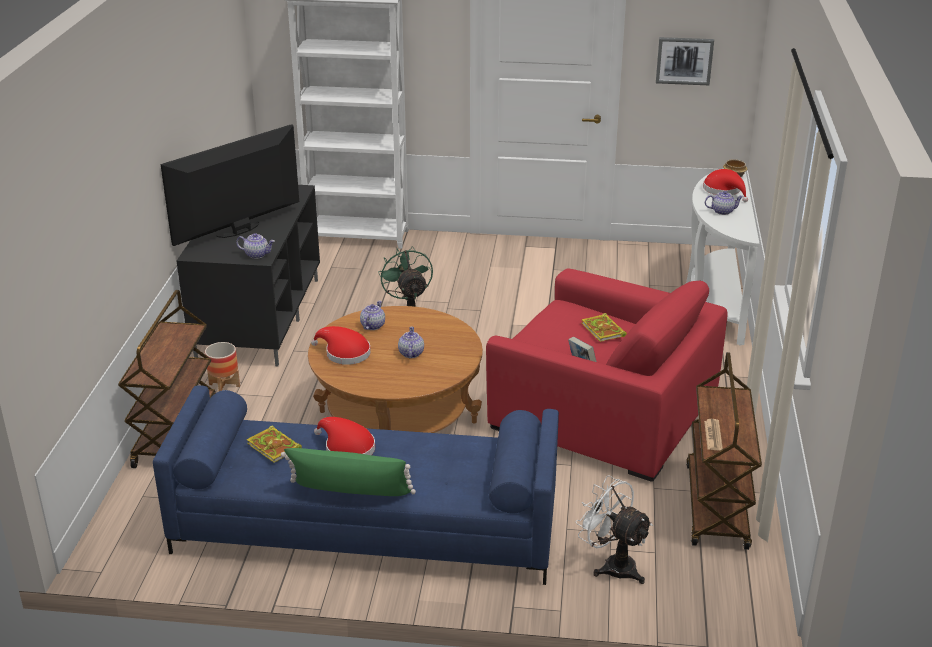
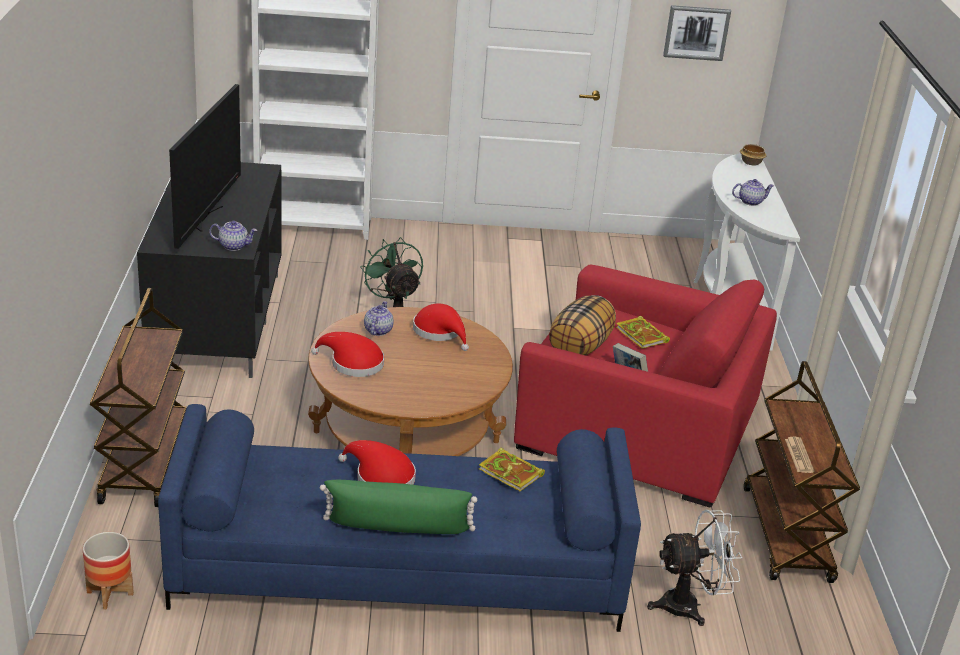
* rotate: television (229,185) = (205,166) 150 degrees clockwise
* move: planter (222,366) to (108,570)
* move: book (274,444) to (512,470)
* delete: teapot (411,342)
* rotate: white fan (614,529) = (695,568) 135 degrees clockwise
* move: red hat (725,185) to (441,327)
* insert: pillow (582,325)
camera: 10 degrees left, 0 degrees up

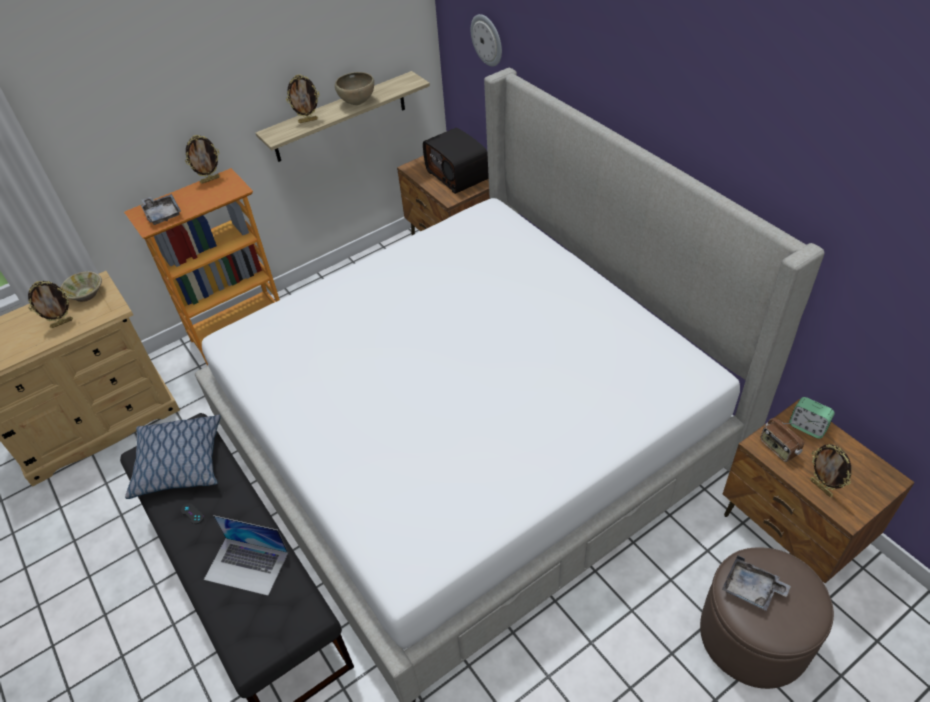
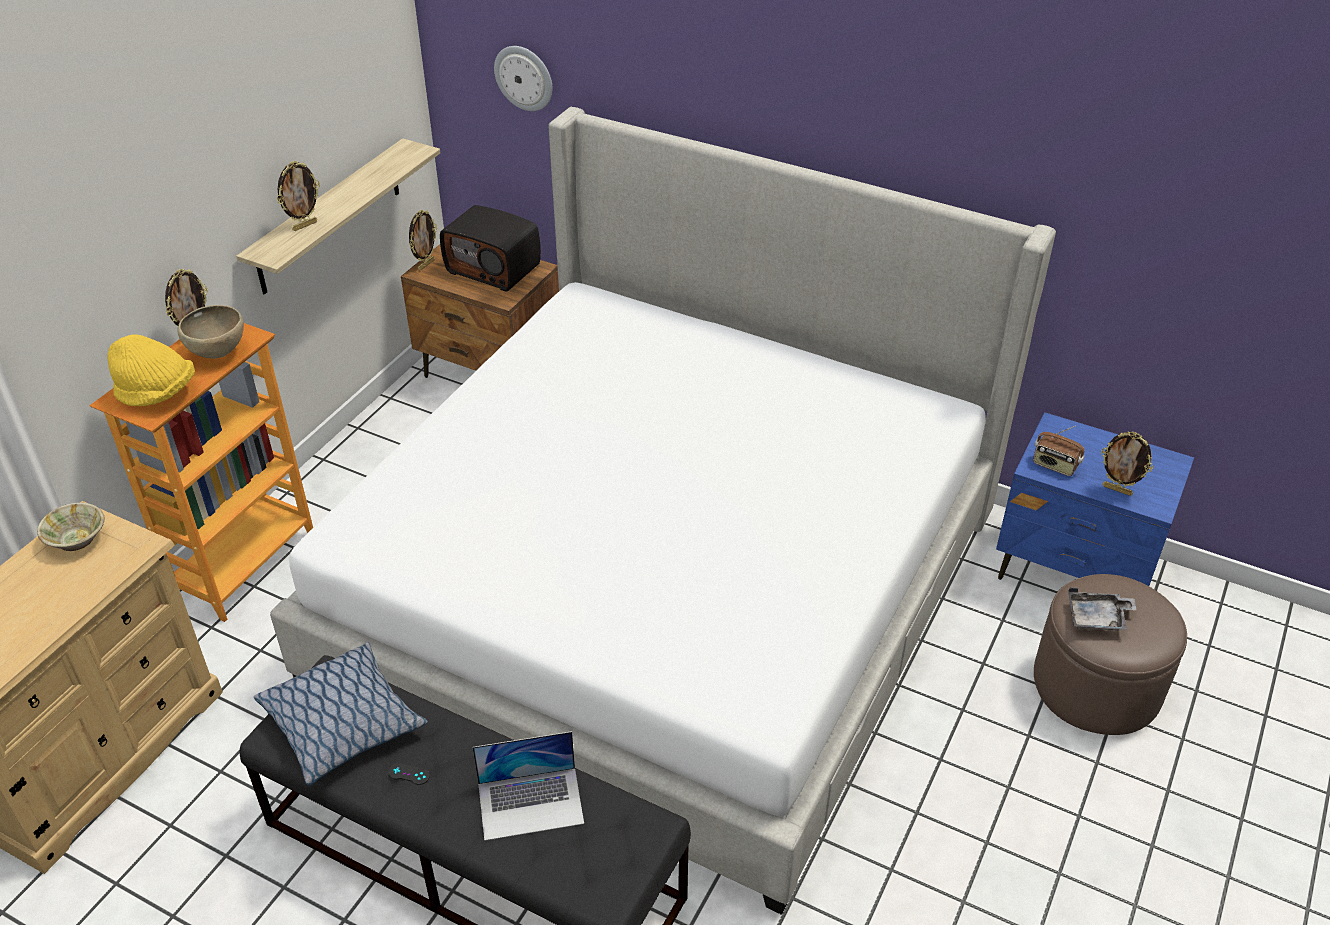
* move: picture frame (50,304) to (423,240)
* replace: grey tray (161,209) to yellow hat (151,370)
* move: brown bowl (354,88) to (211,332)
* recolor: brown nightstand (819,491) to blue nightstand (1095,499)
* delete: alarm clock (812,418)
camera: 30 degrees left, 5 degrees down

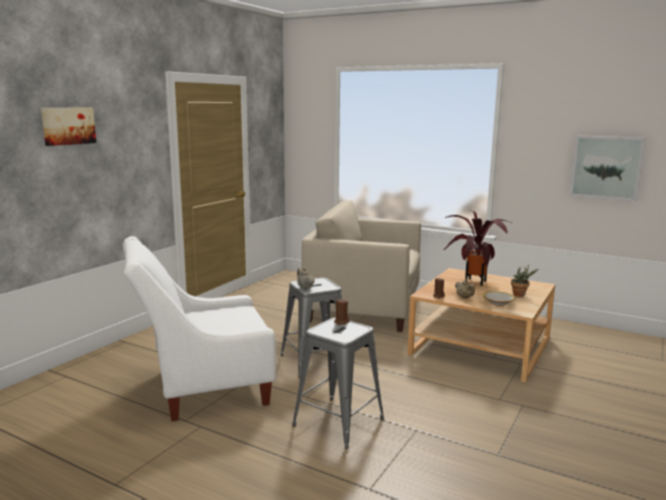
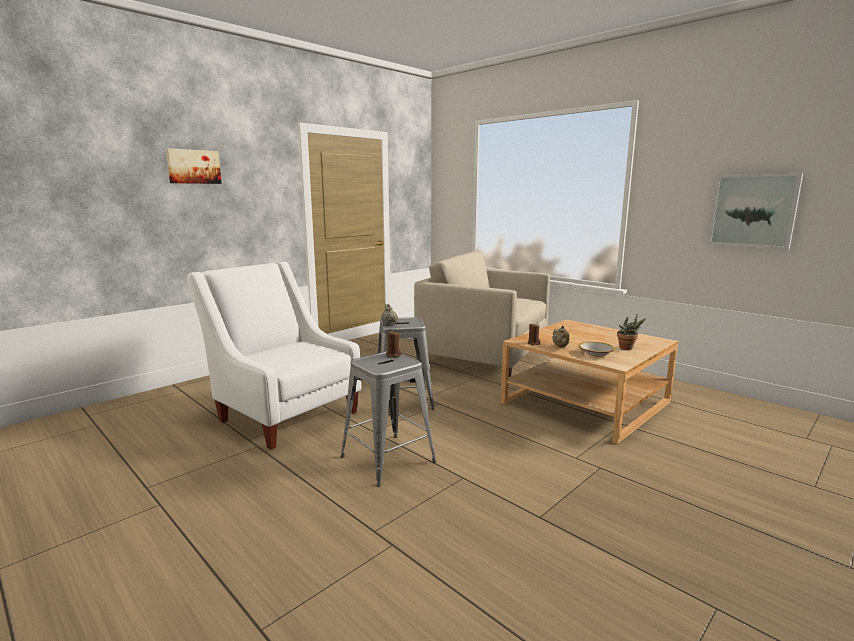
* rotate: white armchair (199,328) = (274,356) 45 degrees clockwise
* delete: potted plant (478,248)
camera: 15 degrees right, 0 degrees up

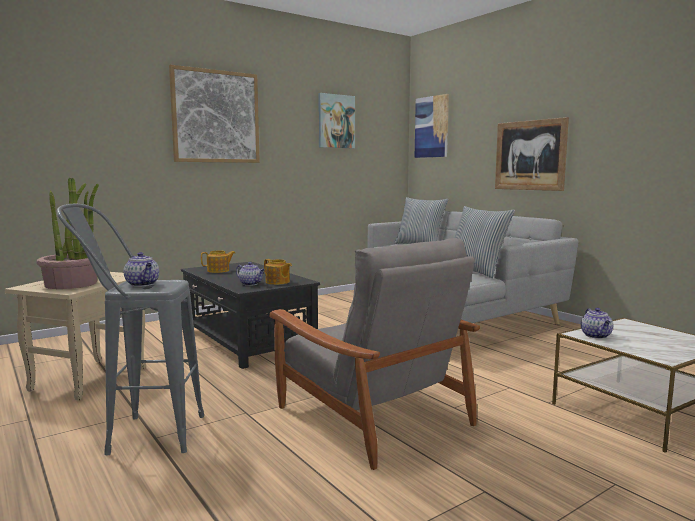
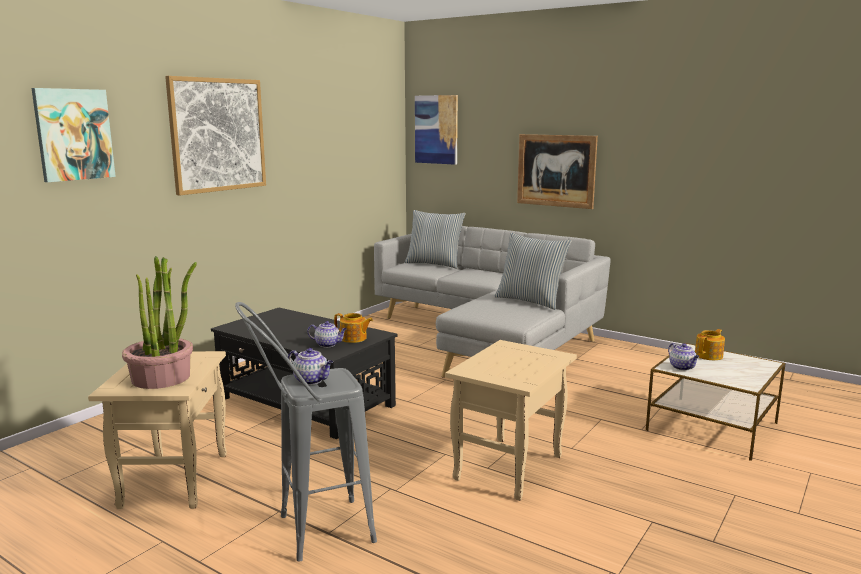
* move: teapot (218,261) to (710,344)
* replace: grey armchair (374,354) to beige side table (511,420)
* move: picture (336,120) to (73,135)
camera: 20 degrees left, 5 degrees up

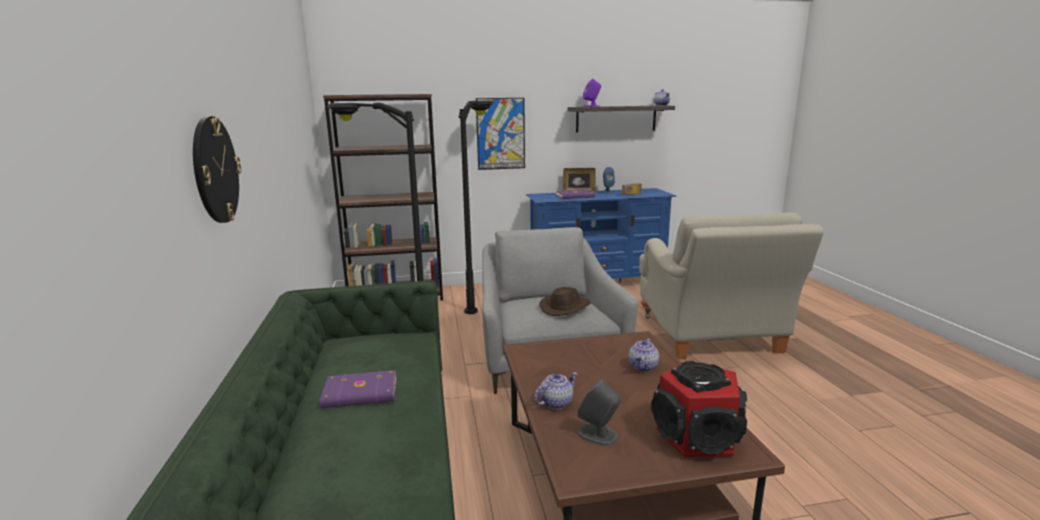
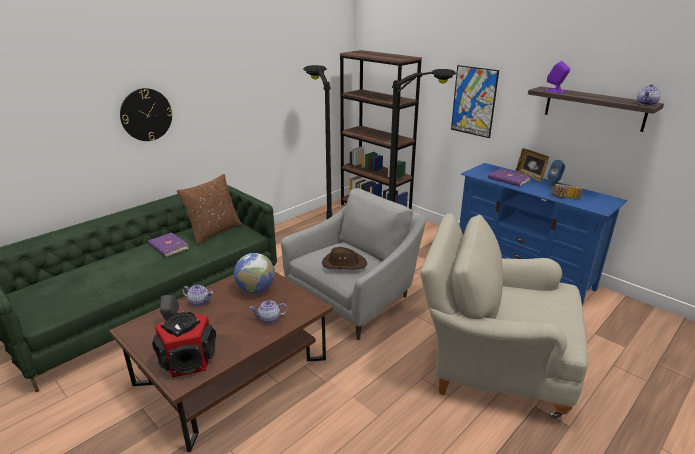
* rotate: beige armchair (731,285) = (504,316) 60 degrees clockwise
* insert: brown pillow (209,209)
* insert: globe (254,273)
camera: 55 degrees right, 10 degrees up

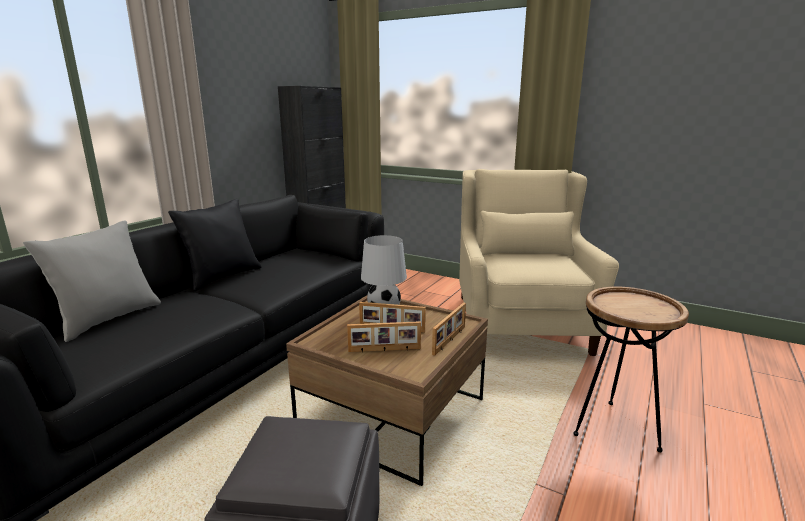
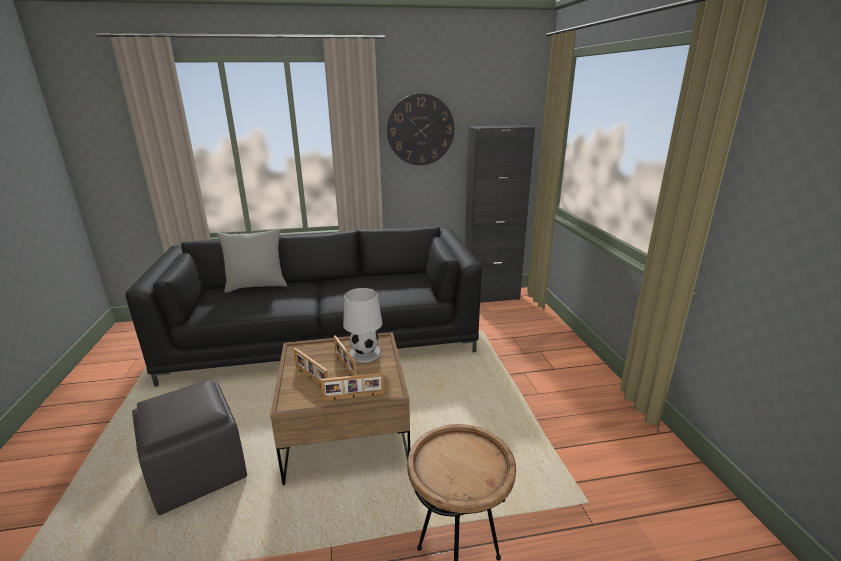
* delete: black pillow (214,245)
* delete: beige armchair (539,262)
* insert: wall clock (420,129)
camera: 50 degrees right, 5 degrees up

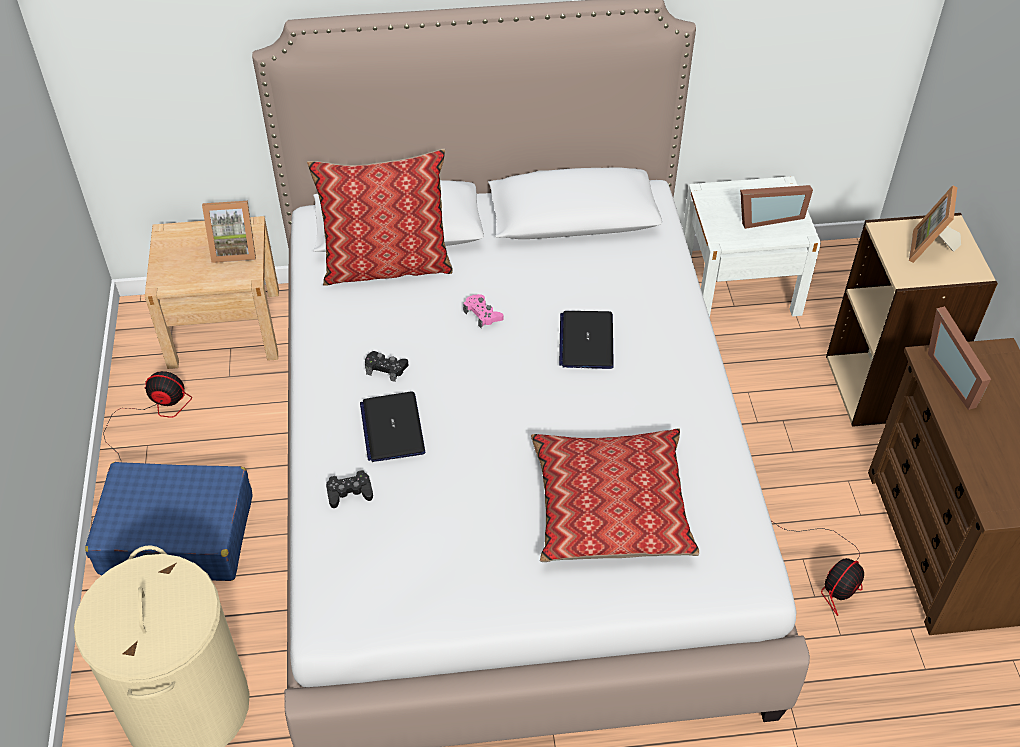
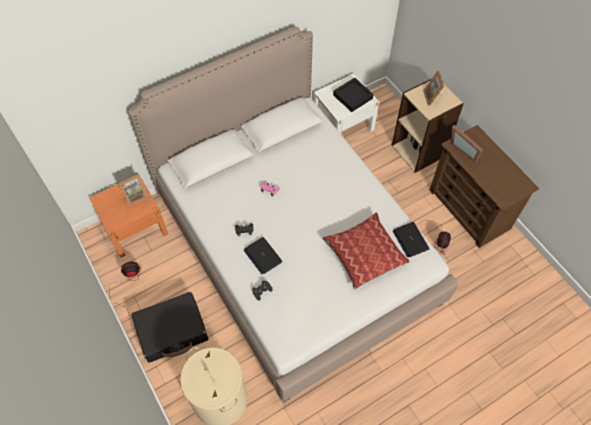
* recolor: blue suitcase (169,521) to black suitcase (169,327)
* recolor: beige nightstand (212,292) to orange nightstand (128,216)
* delete: pillow (380,217)
* move: laptop (586,340) to (411,239)
* replace: picture frame (776,207) to black tray (353,95)
camera: 25 degrees left, 10 degrees up

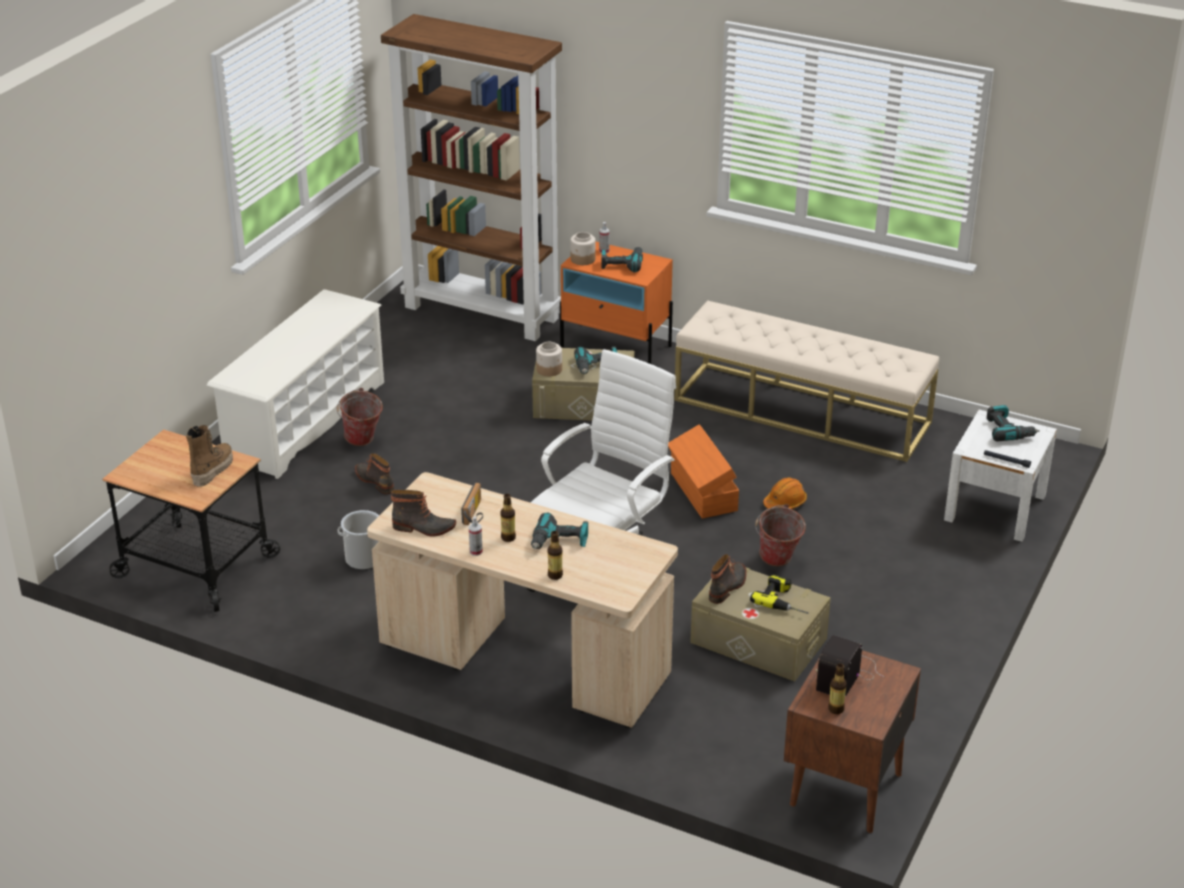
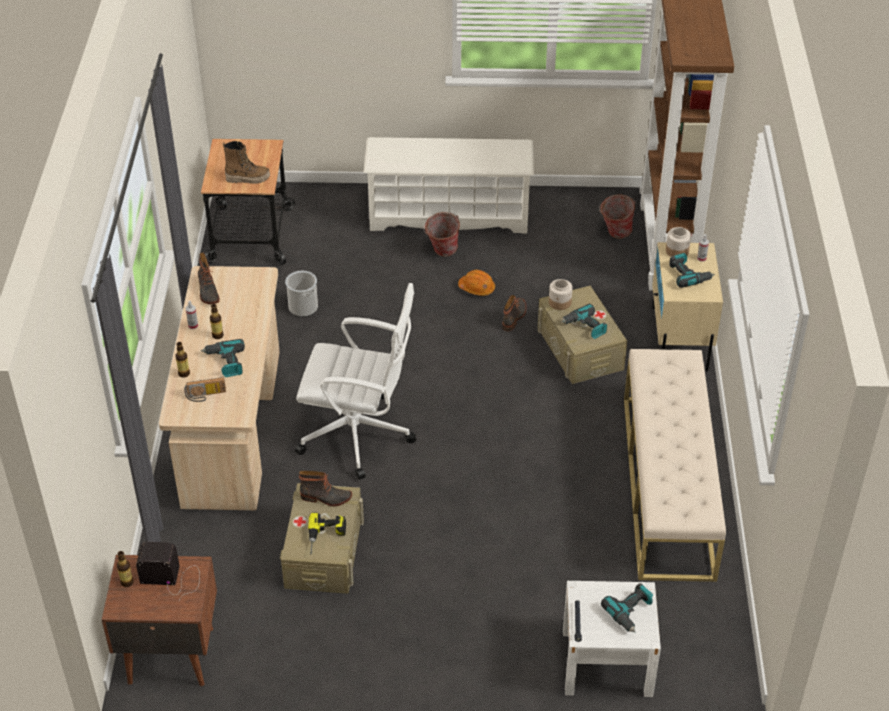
* move: boot (374,474) to (514,313)
* move: radio (472,504) to (205,389)
* recolor: orange nightstand (616,302) to beige nightstand (687,307)
* delete: orange storage box (703,471)
* move: bucket (780,535) to (617,216)
* move: orange hard hat (785,493) to (476,283)
camera: 65 degrees right, 10 degrees up

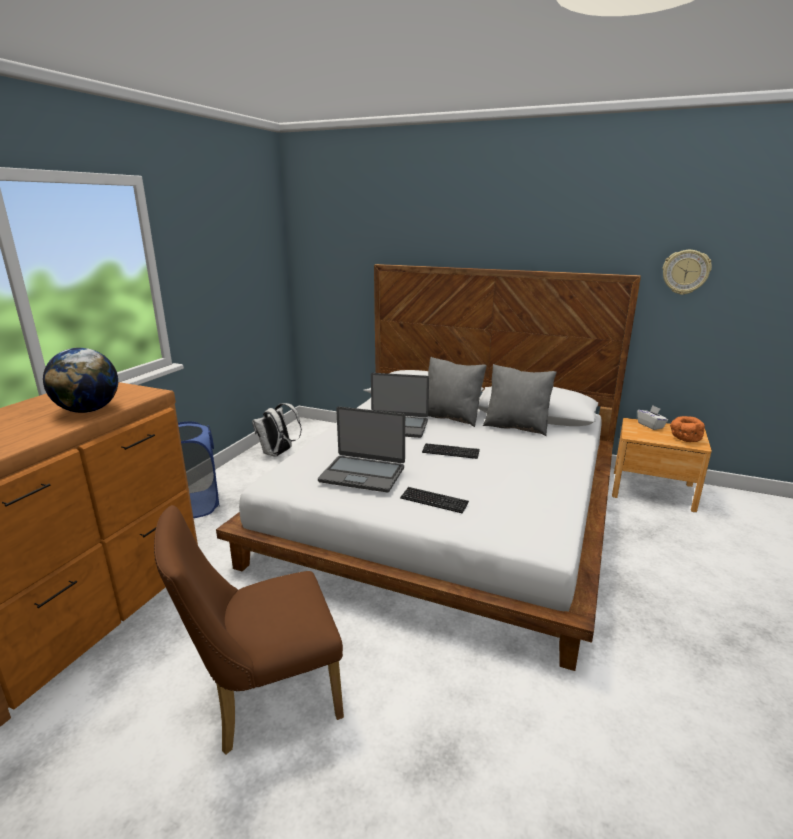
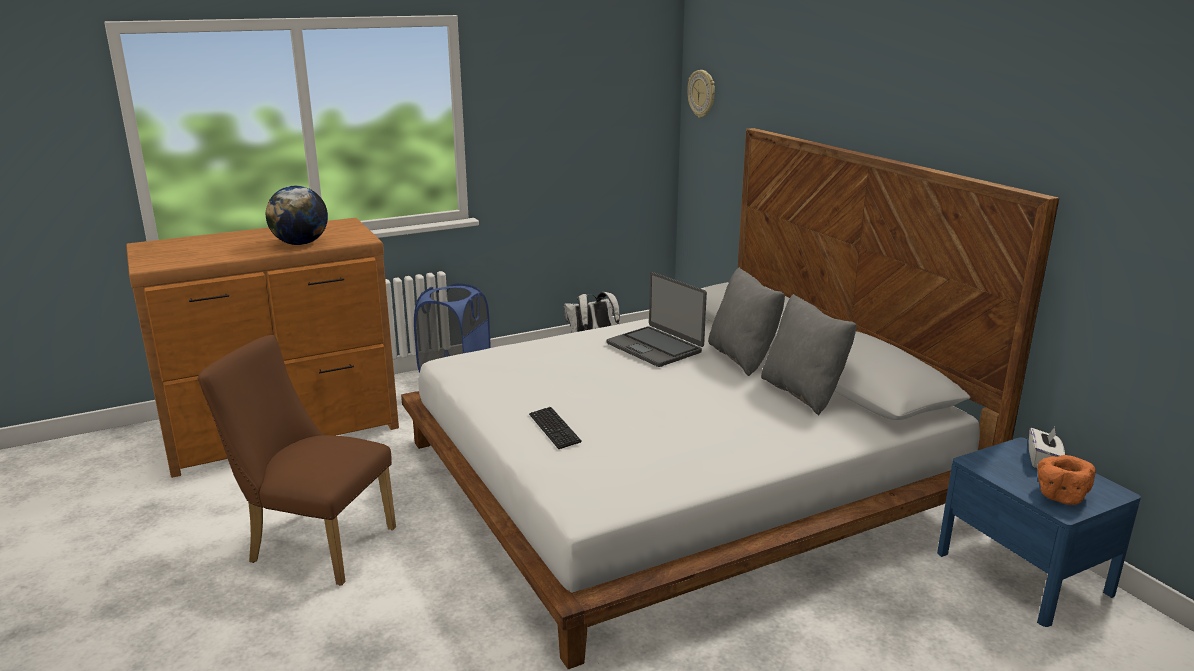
* delete: laptop (361,449)
* delete: keyboard (451,451)
* recolor: brown nightstand (662,465) to blue nightstand (1039,532)
* move: wall clock (687,272) to (701,94)
camera: 40 degrees right, 0 degrees up

